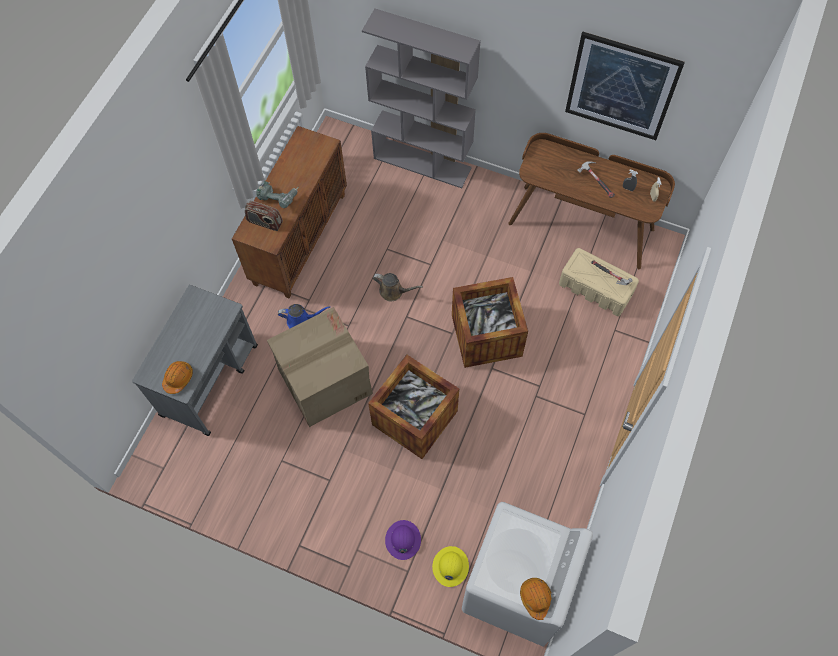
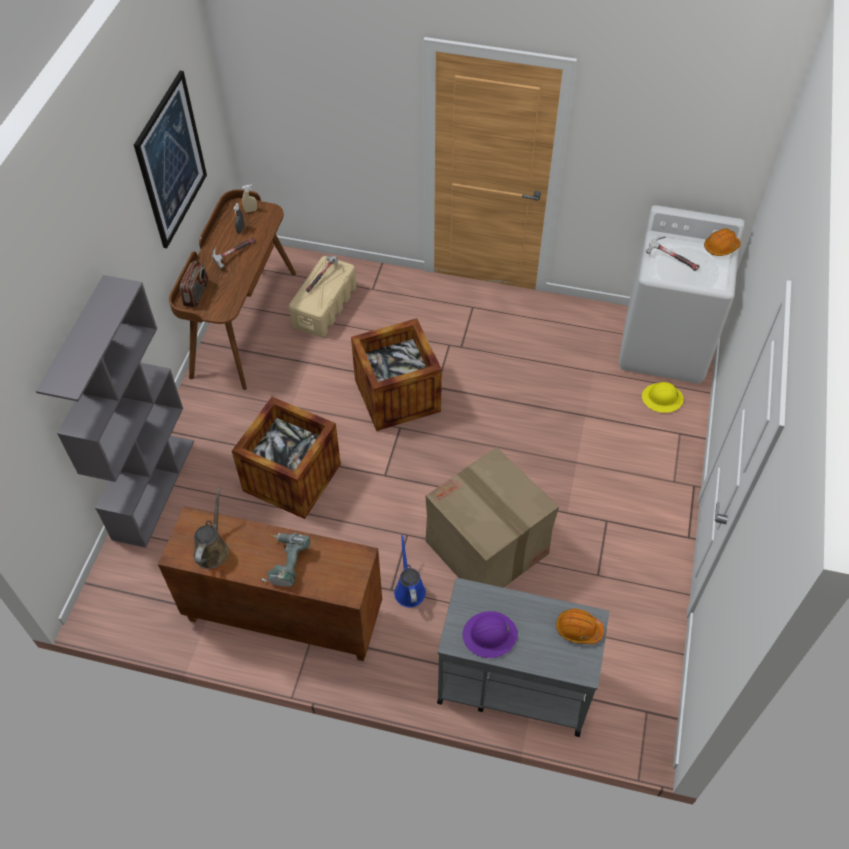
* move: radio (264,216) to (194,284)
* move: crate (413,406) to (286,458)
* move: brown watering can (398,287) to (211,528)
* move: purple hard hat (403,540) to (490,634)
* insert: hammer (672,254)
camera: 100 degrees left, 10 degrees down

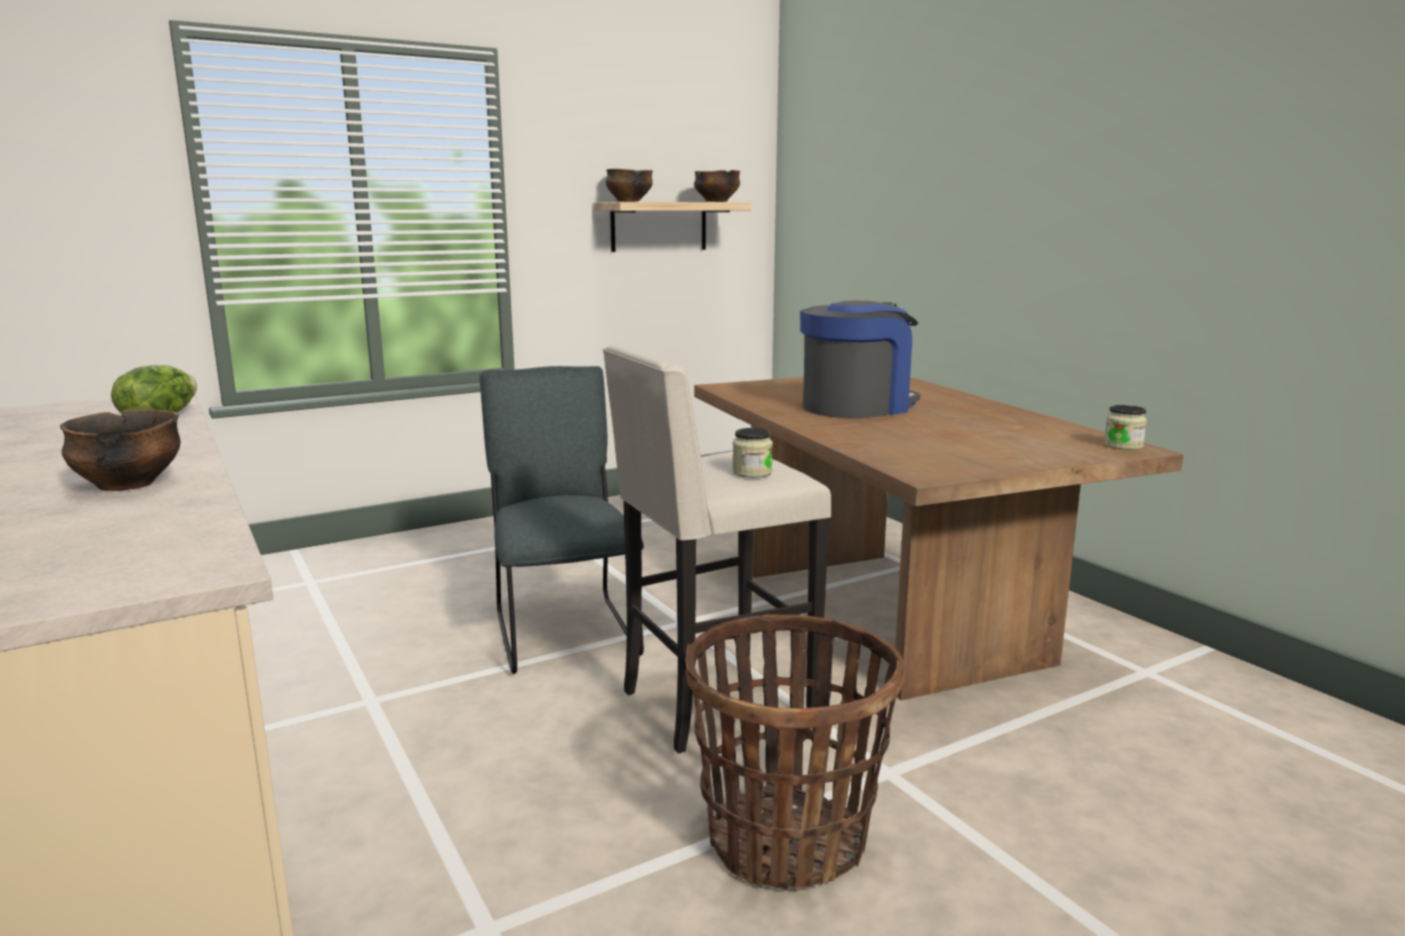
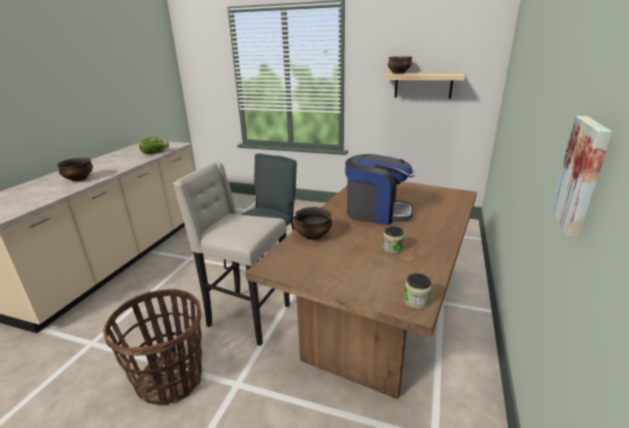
* move: bowl (717,186) to (312,223)
* move: jar (752,453) to (393,240)
* insert: picture (581,177)
camera: 50 degrees right, 10 degrees up

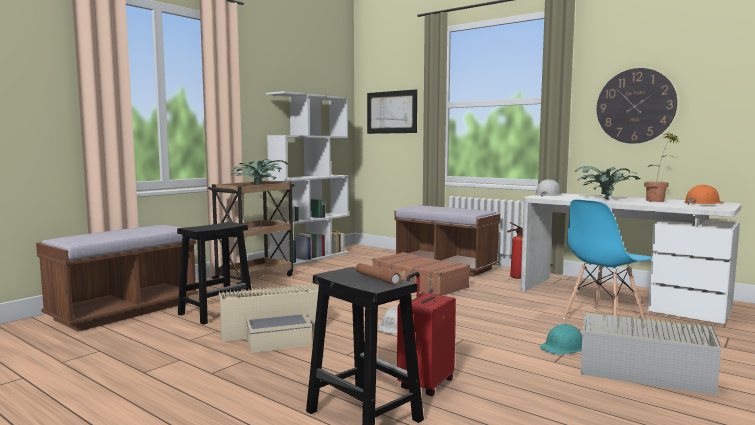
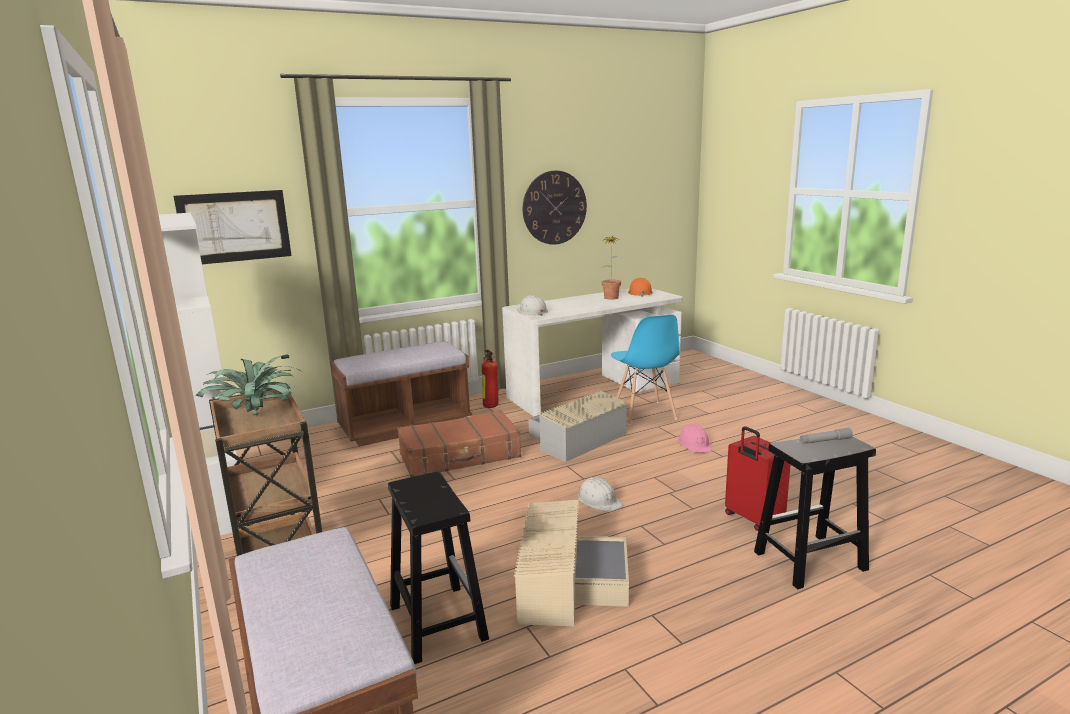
* recolor: brown flashlight (378,274) to grey flashlight (826,436)
* recolor: turquoise hard hat (561,339) to pink hard hat (695,438)
* delete: potted plant (607,183)
* move: grey storage box (650,353) to (578,426)
camera: 65 degrees left, 10 degrees up

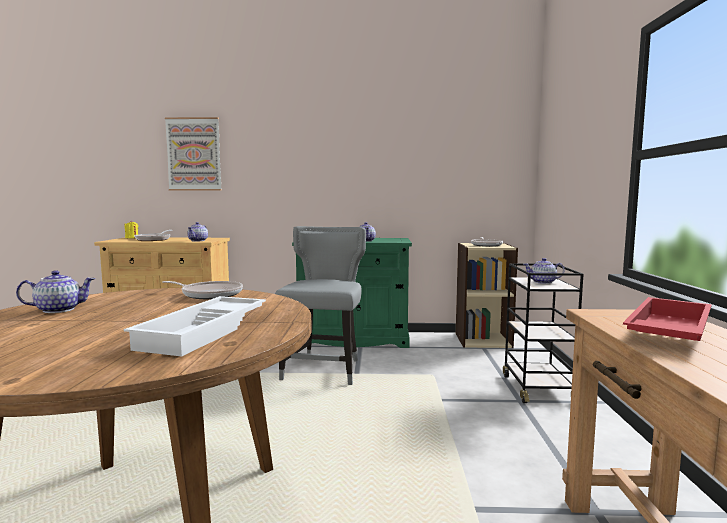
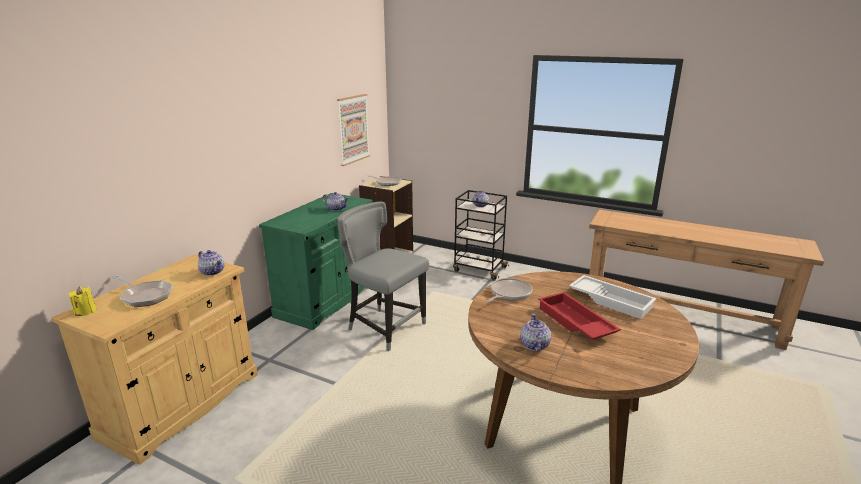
* move: picture (193,153) to (353,130)
* move: red tray (667,319) to (579,316)
camera: 65 degrees left, 15 degrees up

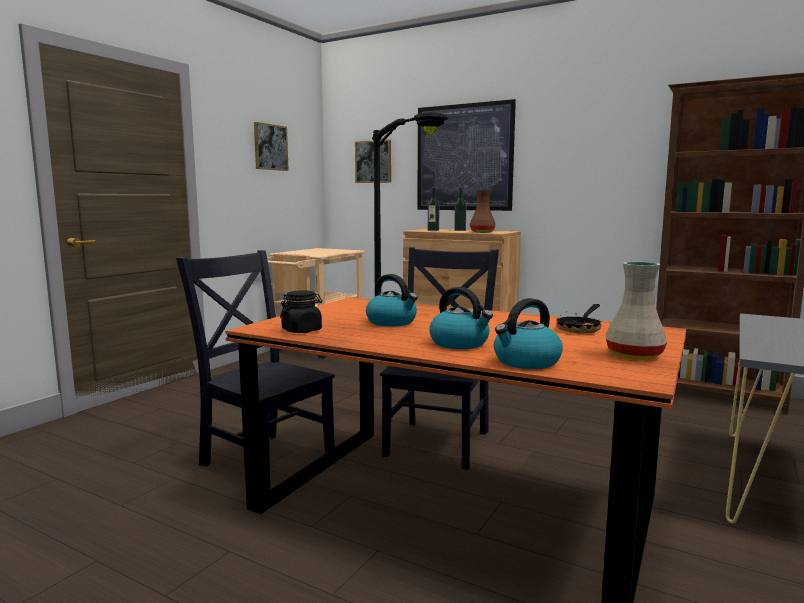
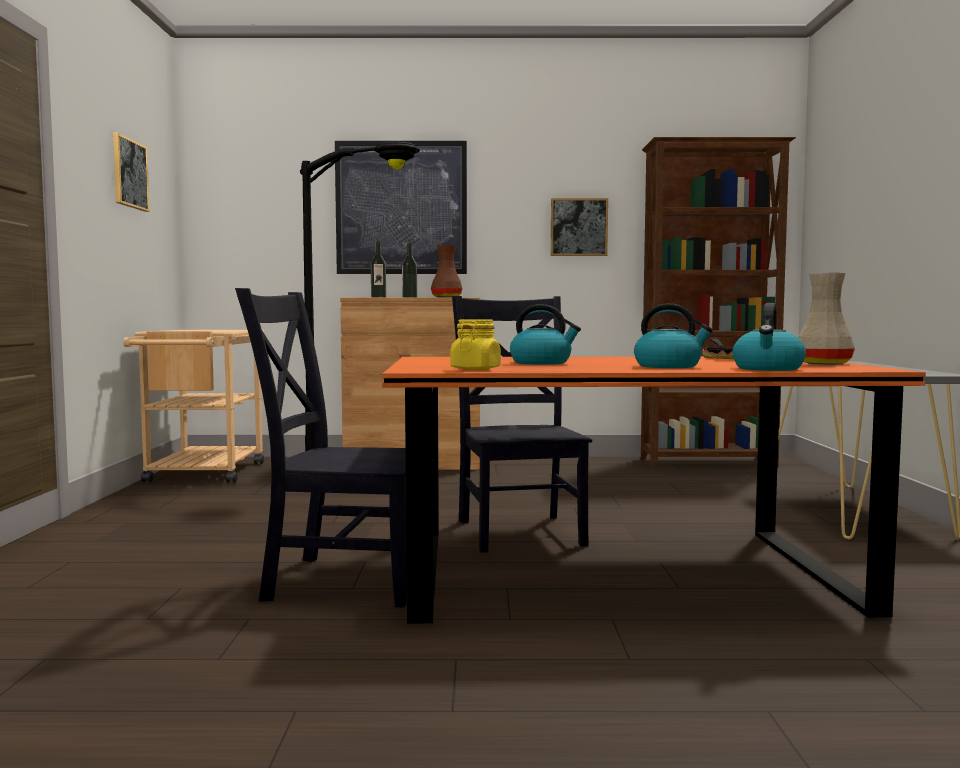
* recolor: black jar (301,312) to yellow jar (475,344)
* move: picture (373,161) to (579,227)
camera: 30 degrees left, 5 degrees down

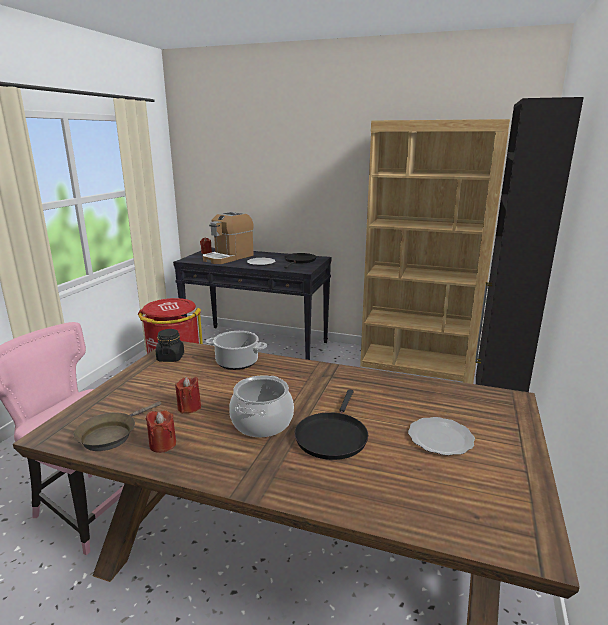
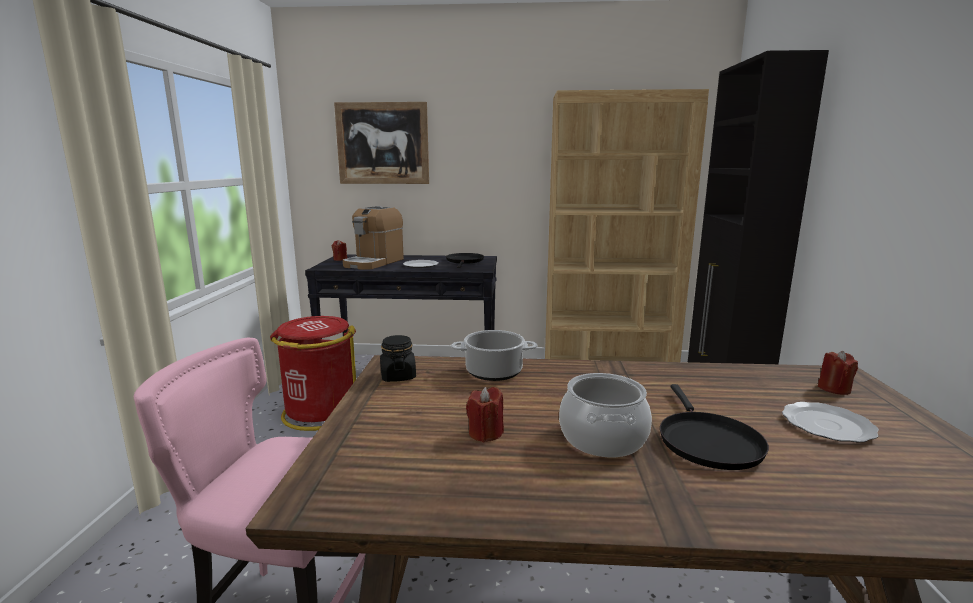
* delete: brown frying pan (117,426)
* move: red candle (160,431) to (838,373)
* insert: picture (381,143)
camera: 15 degrees left, 5 degrees down

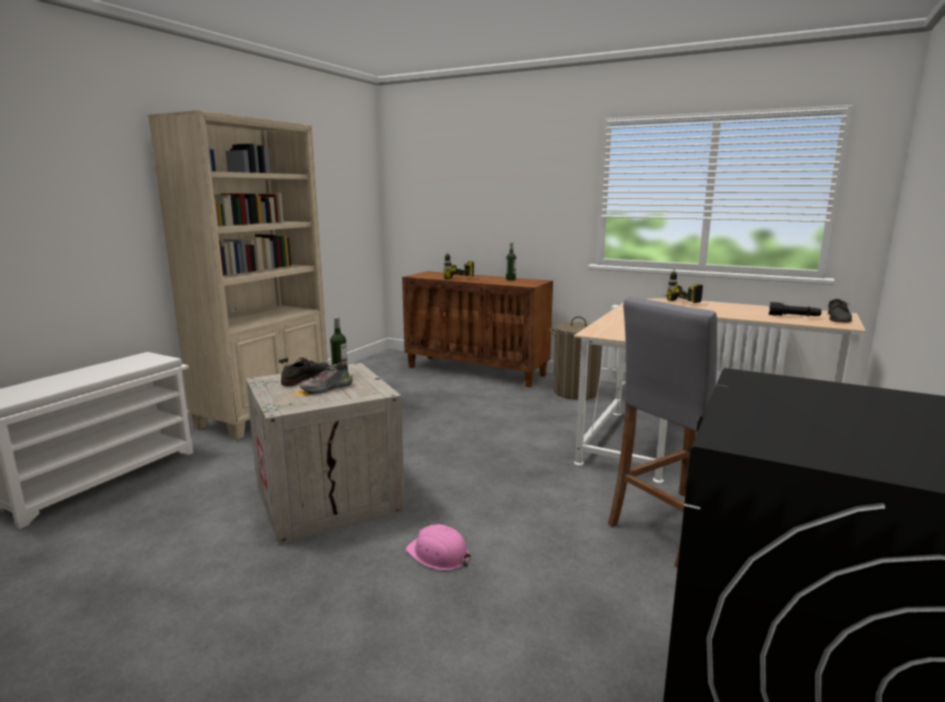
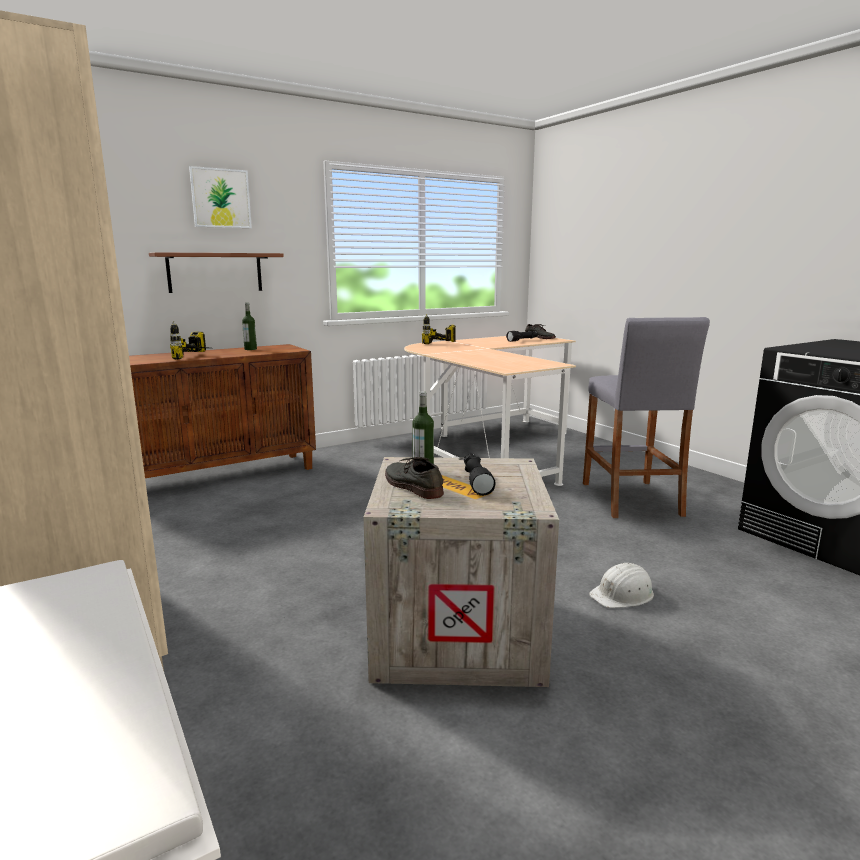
* replace: shoe (326,377) to black flashlight (480,475)
* recolor: pink hard hat (438,547) to white hard hat (621,585)
* delete: laundry basket (576,358)
* insert: brown shelf (216,272)
* insert: picture (220,197)
camera: 60 degrees left, 0 degrees up

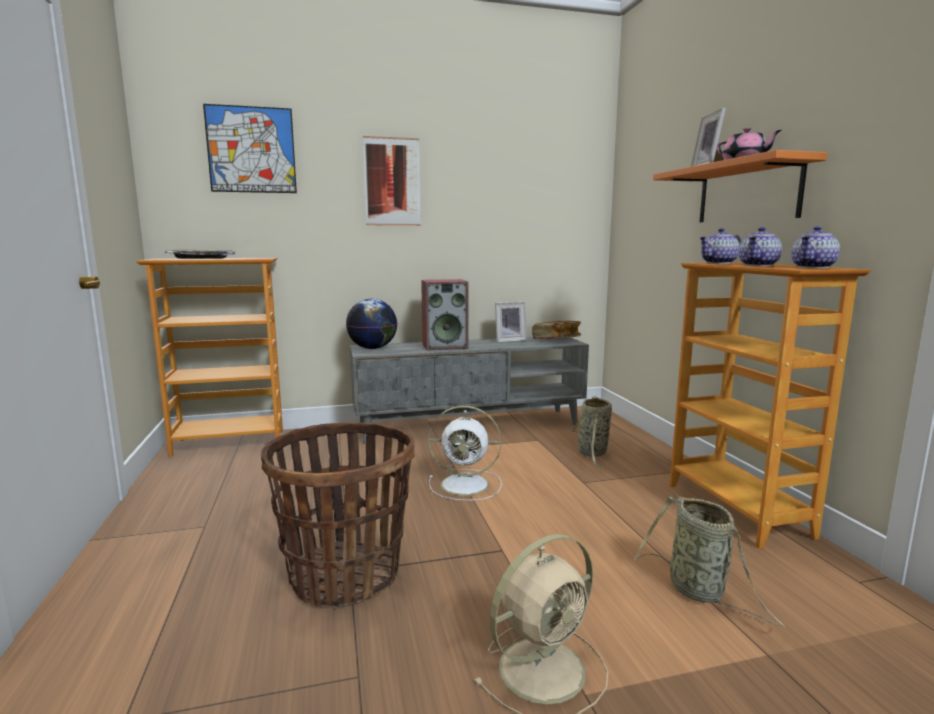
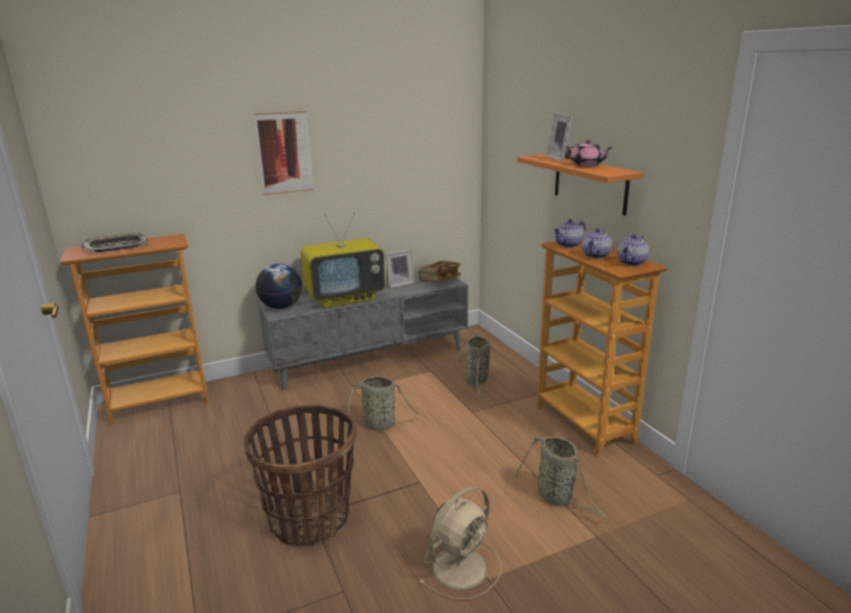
* delete: picture (250,148)
* replace: speaker (445,314) to television (343,260)
* replace: white fan (465,453) to basket (386,403)
camera: 10 degrees left, 10 degrees up

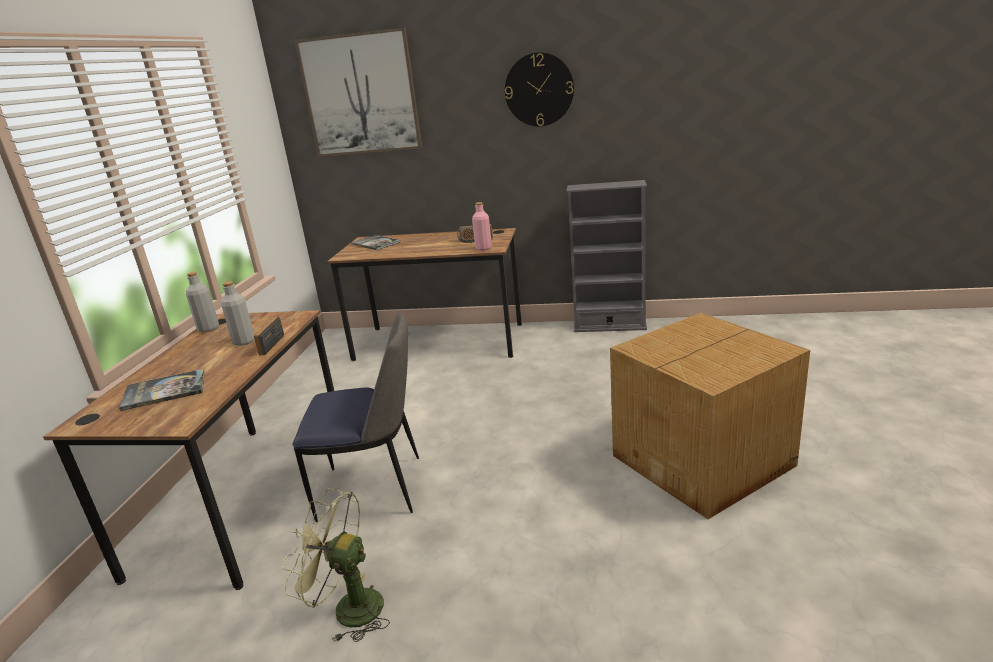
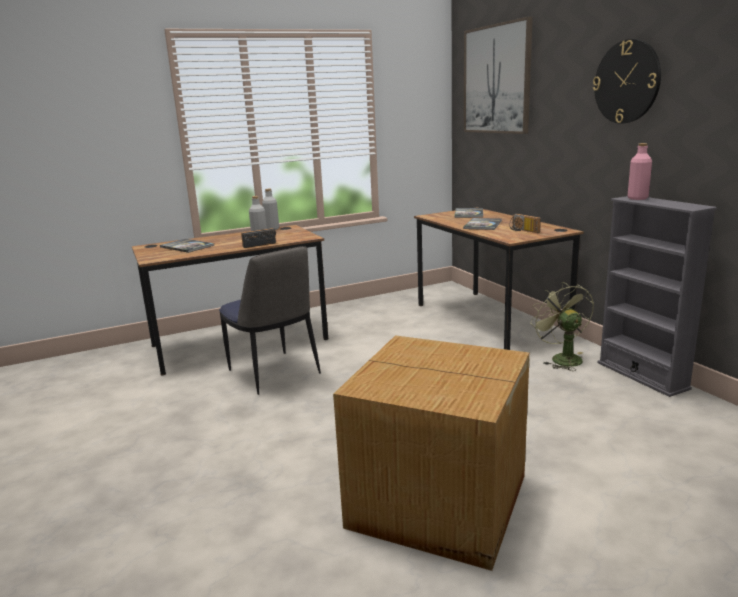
* move: green fan (336,565) to (562,326)
* move: pink bottle (482,226) to (639,171)
* insert: book (482,224)
camera: 55 degrees right, 5 degrees down

